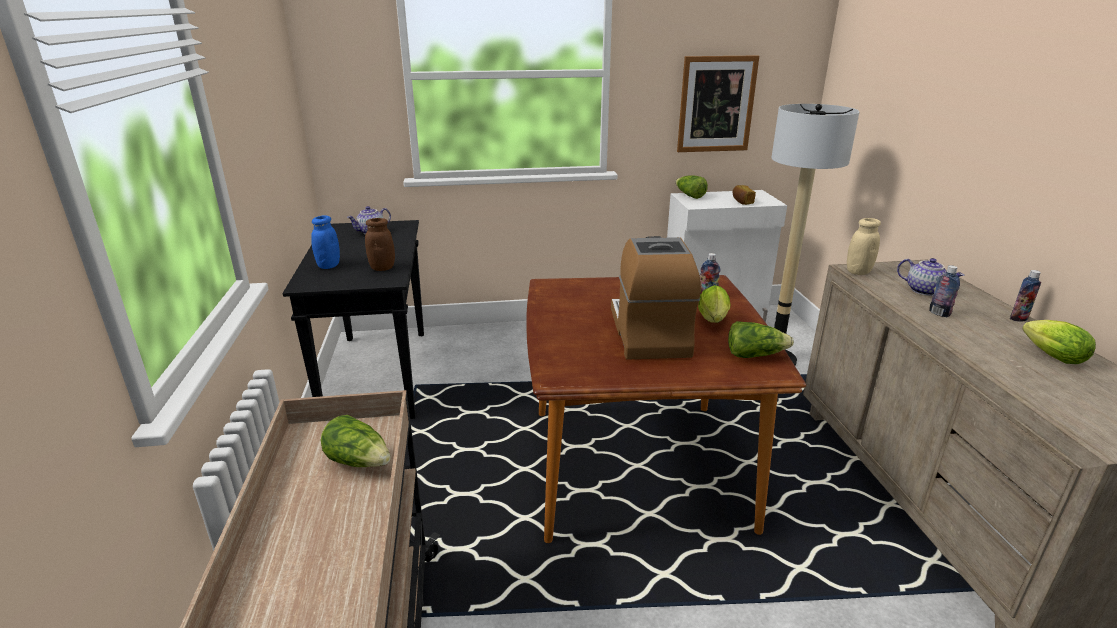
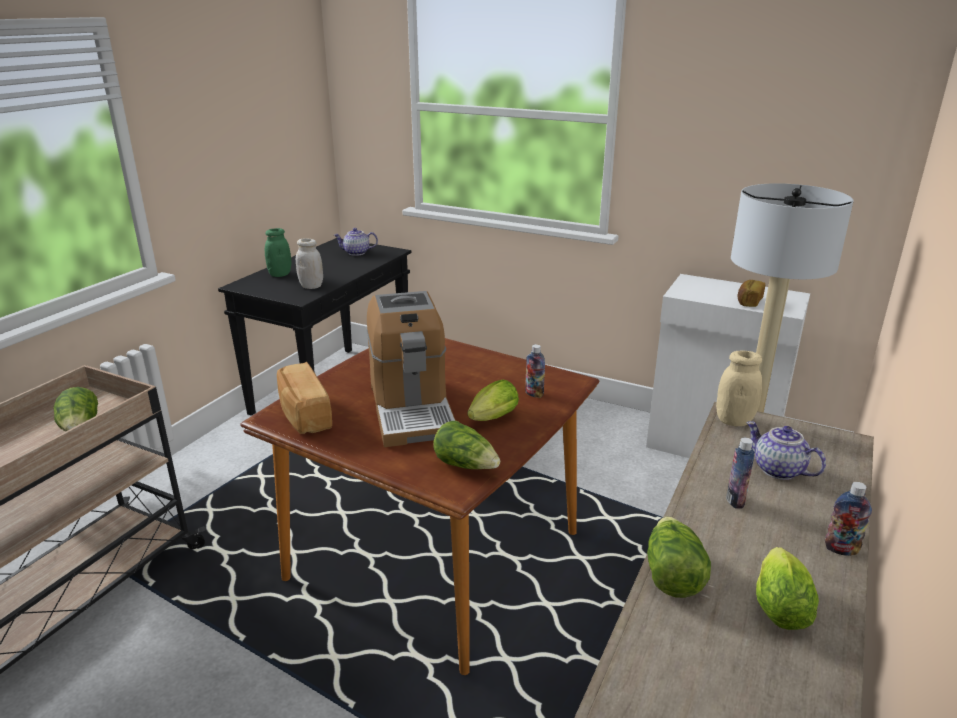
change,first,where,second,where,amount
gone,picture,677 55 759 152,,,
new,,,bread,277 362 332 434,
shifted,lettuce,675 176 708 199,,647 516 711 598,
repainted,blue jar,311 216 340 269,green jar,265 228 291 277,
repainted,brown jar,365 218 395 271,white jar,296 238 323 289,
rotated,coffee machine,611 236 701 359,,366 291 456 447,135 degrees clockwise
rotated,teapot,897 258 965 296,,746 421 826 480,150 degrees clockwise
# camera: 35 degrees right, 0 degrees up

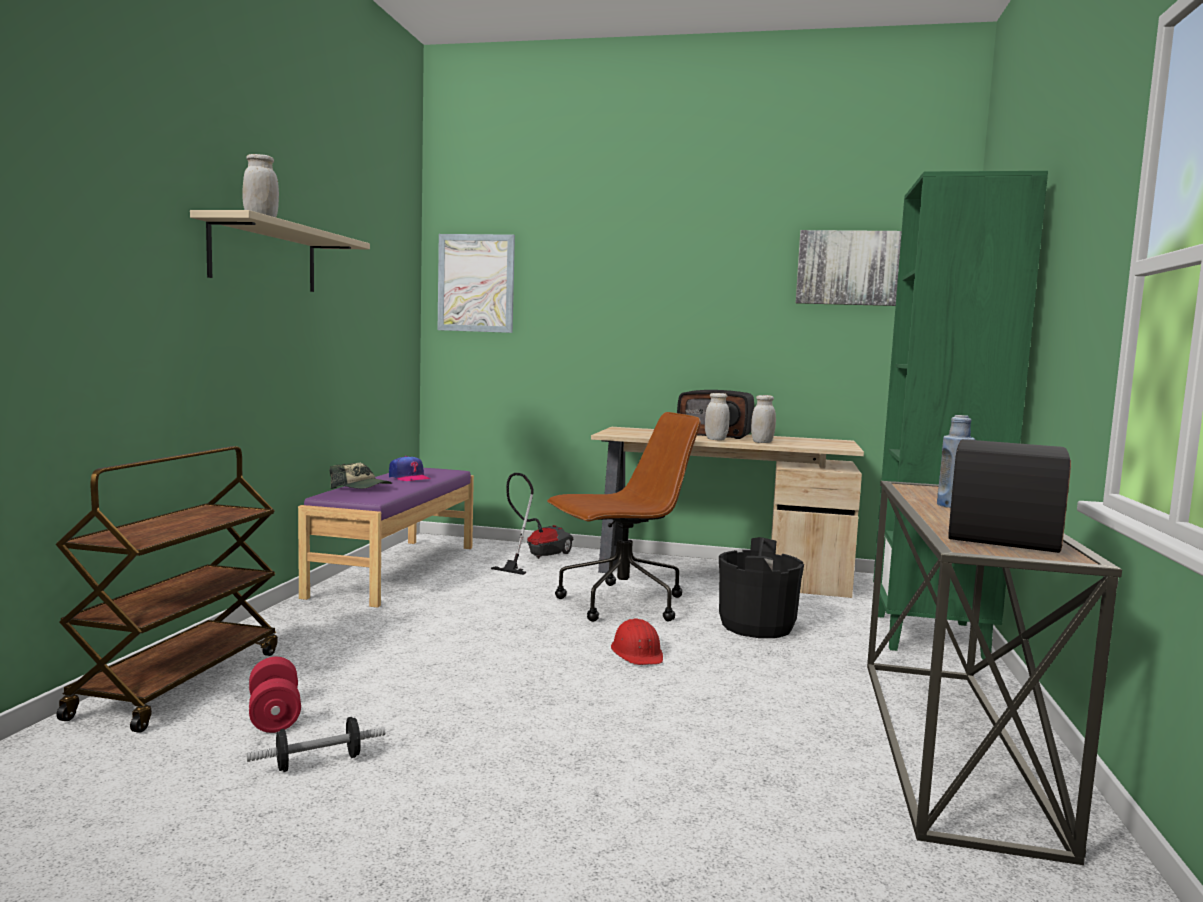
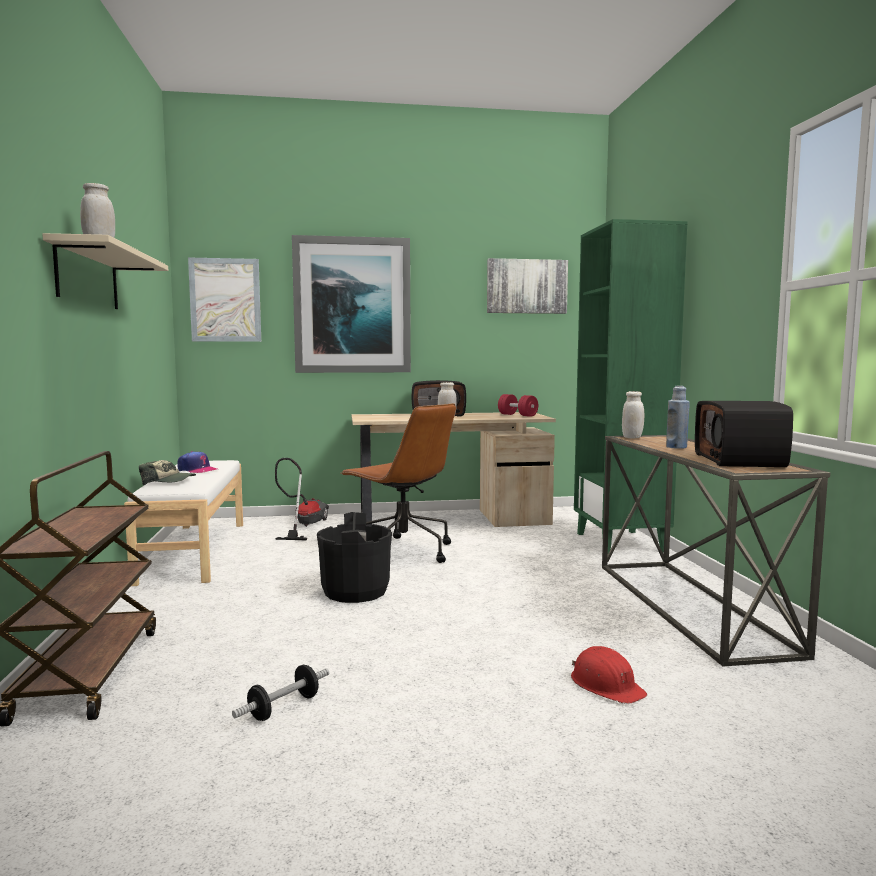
change,first,where,second,where,amount
new,,,picture,292 235 411 373,
shifted,red dumbbell,249 657 301 733,,498 394 538 417,
shifted,red hard hat,611 618 663 665,,571 646 647 704,
shifted,black bucket,719 537 804 638,,317 512 392 603,
shifted,white jar,751 395 776 443,,622 391 644 438,
repainted,purple bench,298 468 474 608,white bench,124 460 243 586,
rotated,brown office chair,547 412 701 622,,340 403 456 563,90 degrees clockwise
# camera: 20 degrees left, 0 degrees up

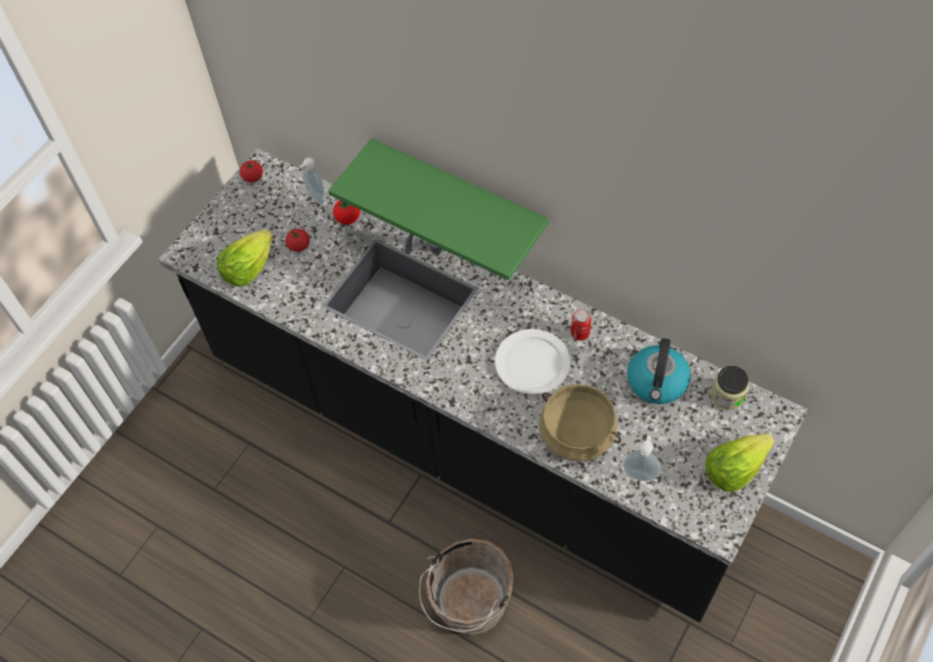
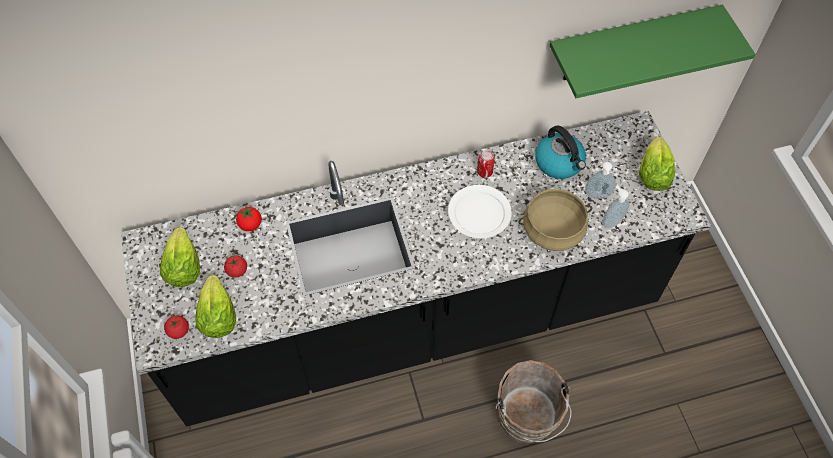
change,first,where,second,where,amount
gone,jar,711 366 749 410,,,
new,,,lettuce,160 227 200 287,
shifted,tomato,240 160 263 183,,164 315 189 339,
shifted,soap dispenser,300 157 326 204,,585 162 616 199,
shifted,green shelf,328 138 549 281,,550 4 755 98,
# camera: 50 degrees left, 0 degrees up

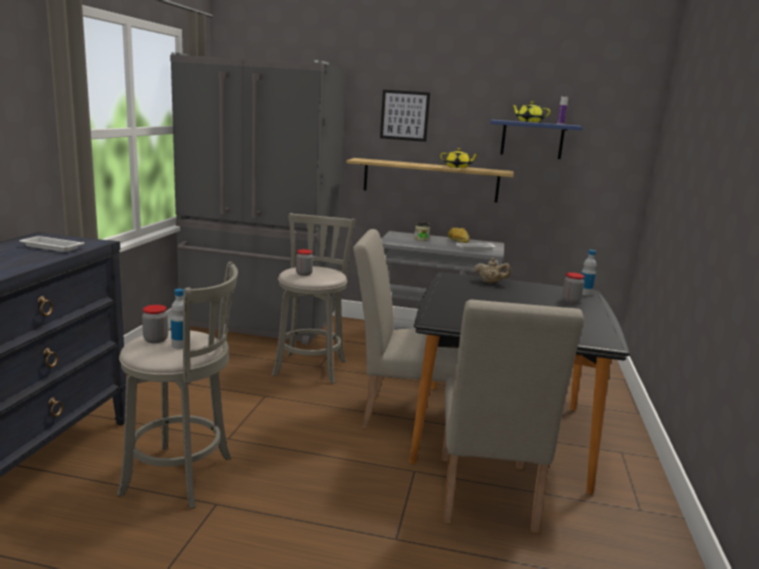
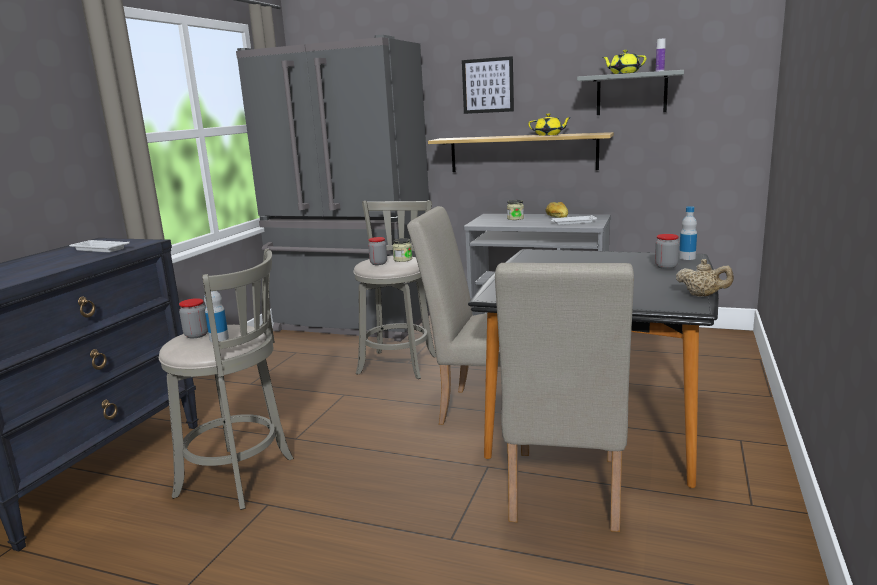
change,first,where,second,where,amount
new,,,jar,392 238 412 262,
shifted,beige teapot,474 258 511 283,,676 259 734 297,
repainted,blue shelf,490 120 583 159,grey shelf,577 70 684 115,
# camera: 10 degrees right, 0 degrees up

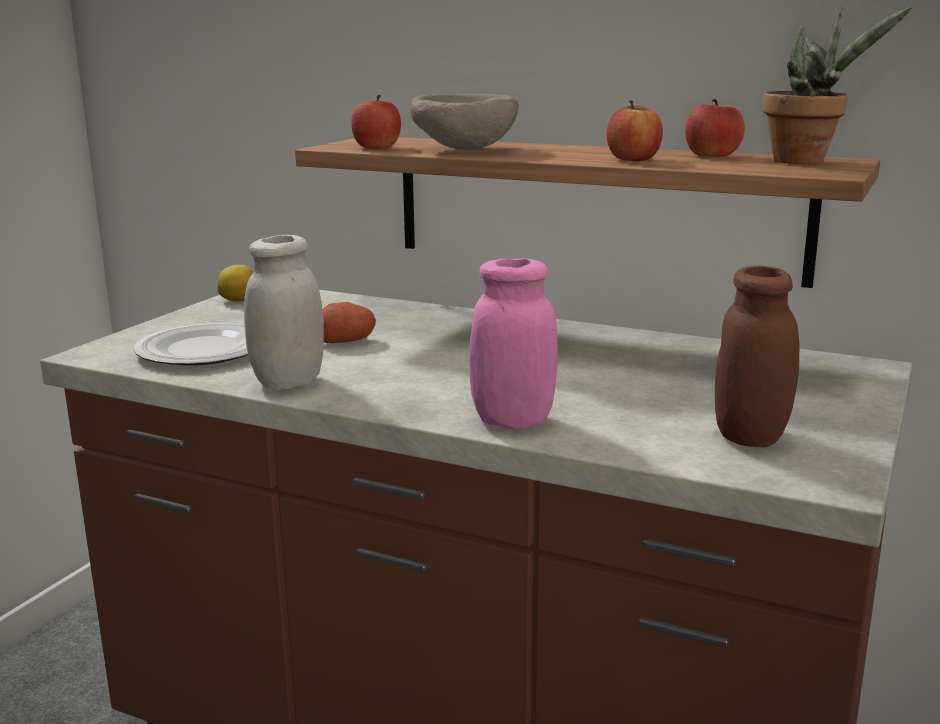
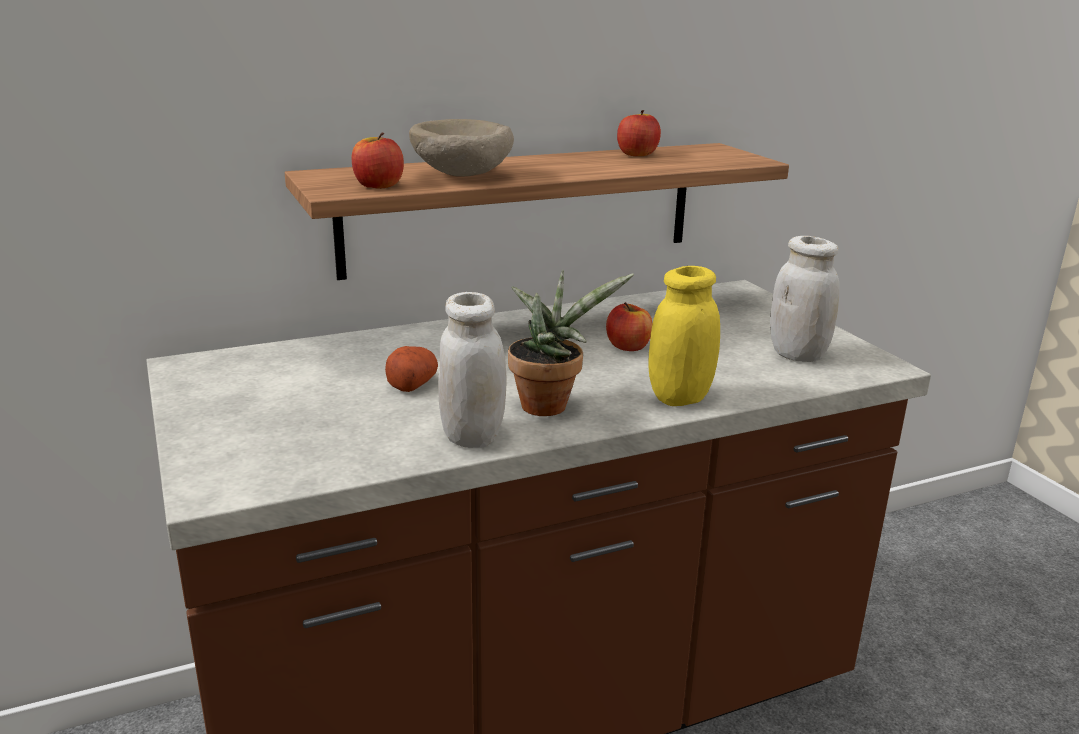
change,first,where,second,where,amount
gone,plate,134 323 248 366,,,
gone,lemon,218 265 254 301,,,
shifted,apple,607 100 663 161,,606 302 653 351,
shifted,potted plant,763 6 913 164,,508 270 634 416,
repainted,pink jar,469 258 558 429,yellow jar,648 266 720 406,
repainted,brown jar,715 265 799 448,white jar,770 236 840 362,
# camera: 50 degrees left, 5 degrees up

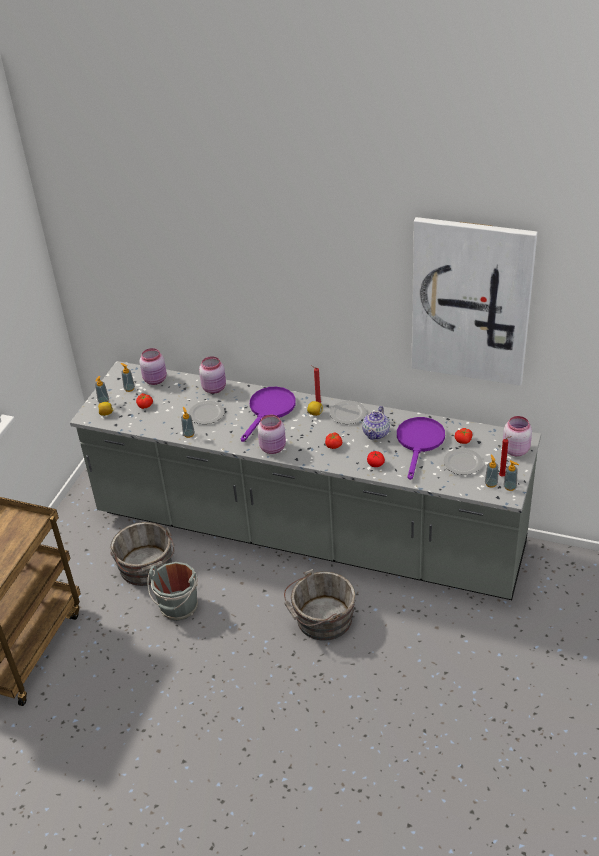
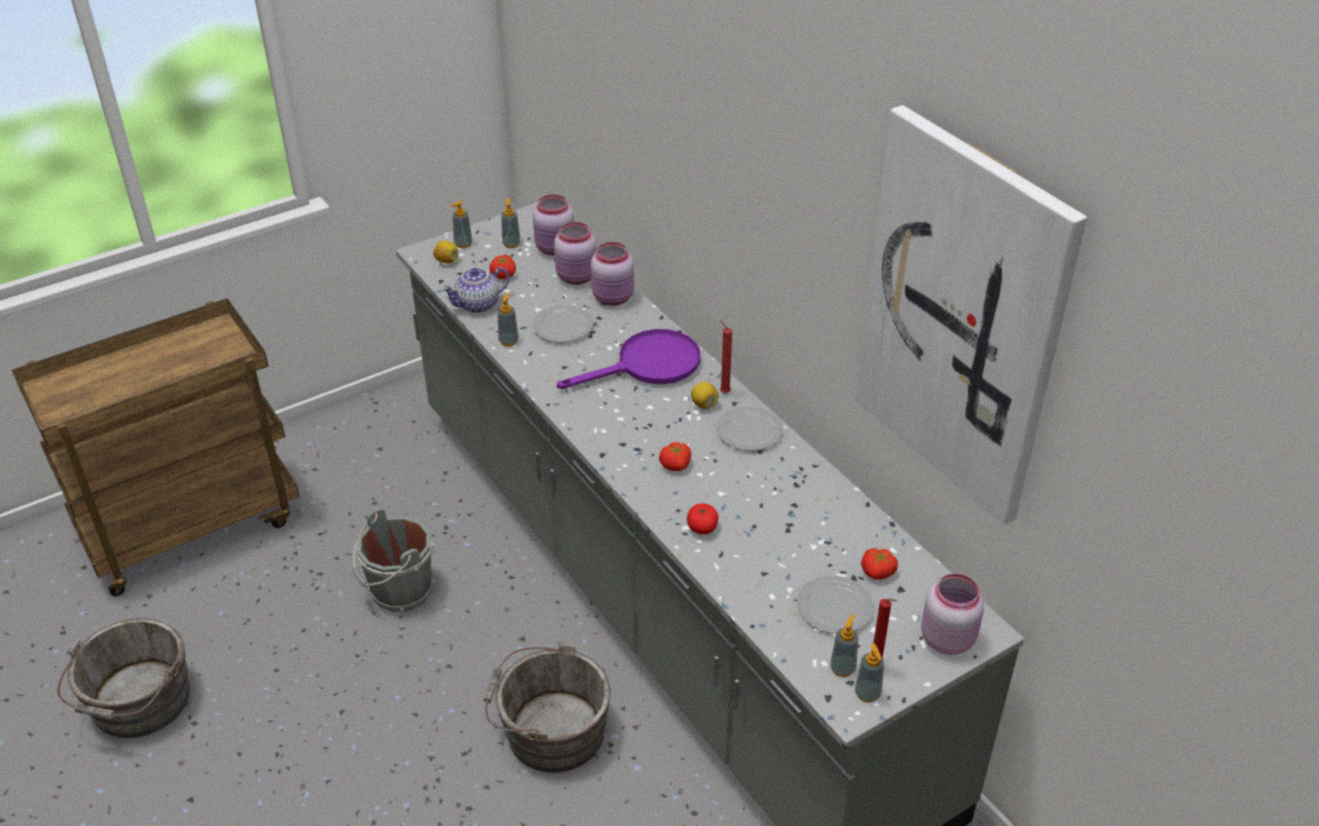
change,first,where,second,where,amount
gone,purple frying pan,397 417 445 480,,,
shifted,grey bucket,110 522 174 586,,57 618 190 738,
shifted,pink jar,257 415 286 454,,554 222 597 285,
shifted,teapot,362 406 390 440,,441 267 510 313,
# camera: 35 degrees right, 0 degrees up

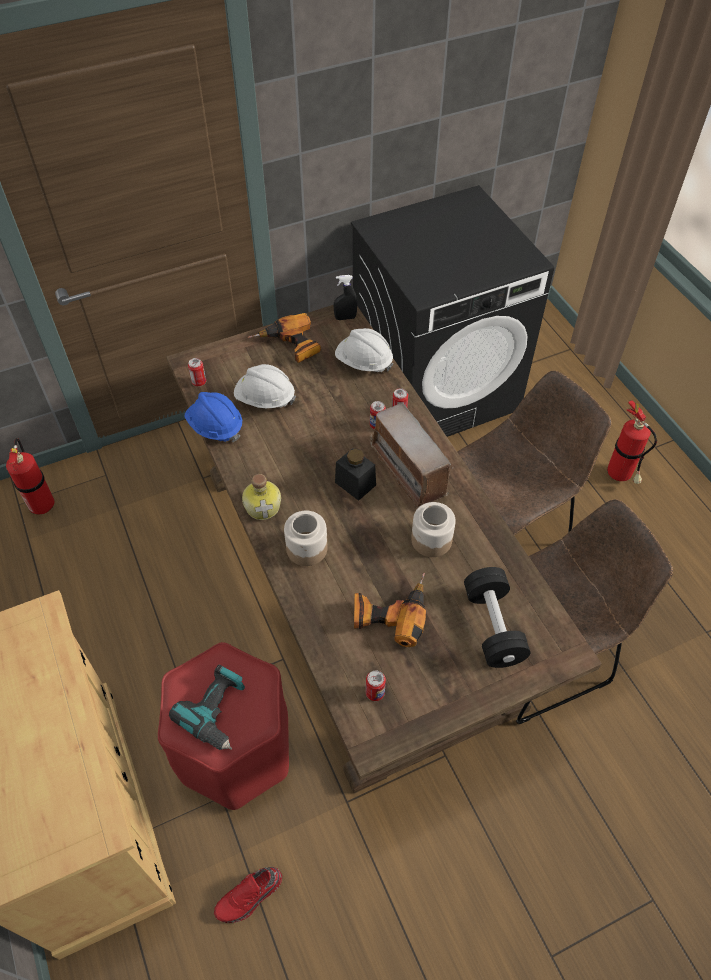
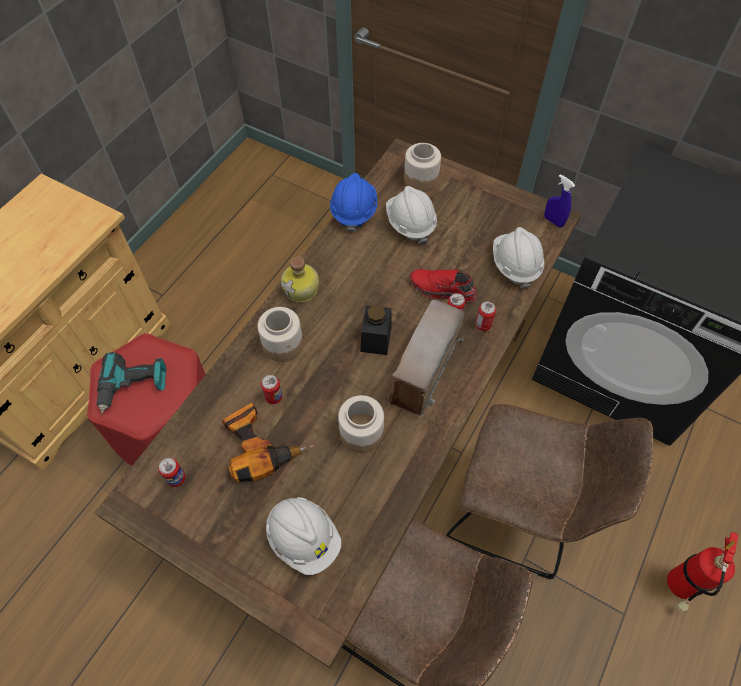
change,first,where,second,where,amount
gone,fire extinguisher,6 438 54 514,,,
gone,power drill,247 313 321 363,,,
new,,,jar,404 143 441 192,
shifted,can,188 358 206 386,,261 375 283 404,
shifted,red shoe,214 867 282 923,,410 269 477 303,
swapped,black dumbbell,464 567 531 668,white hard hat,266 497 341 575,
repainted,black spray bottle,333 275 357 320,blue spray bottle,544 174 575 228,
# camera: 55 degrees right, 5 degrees up

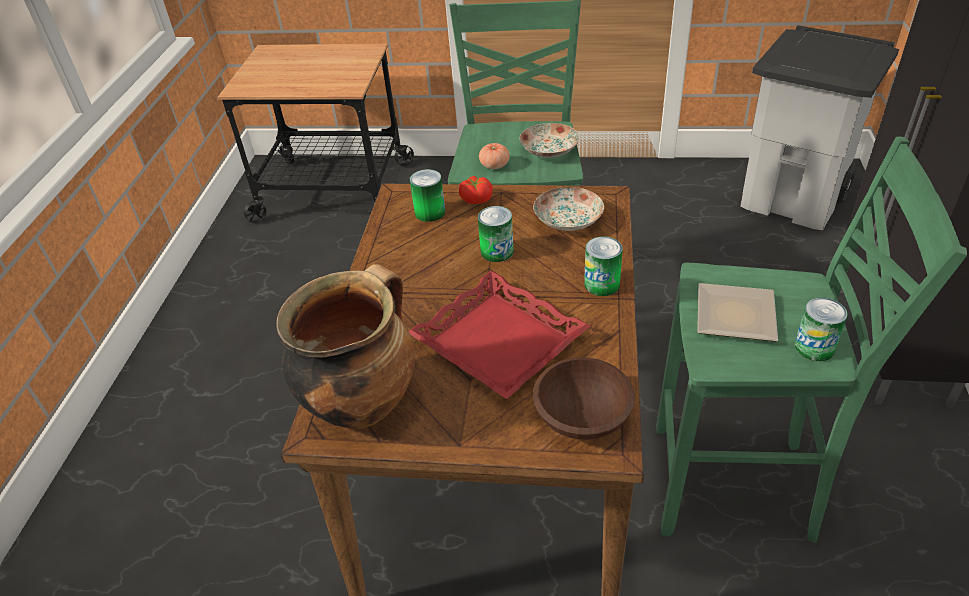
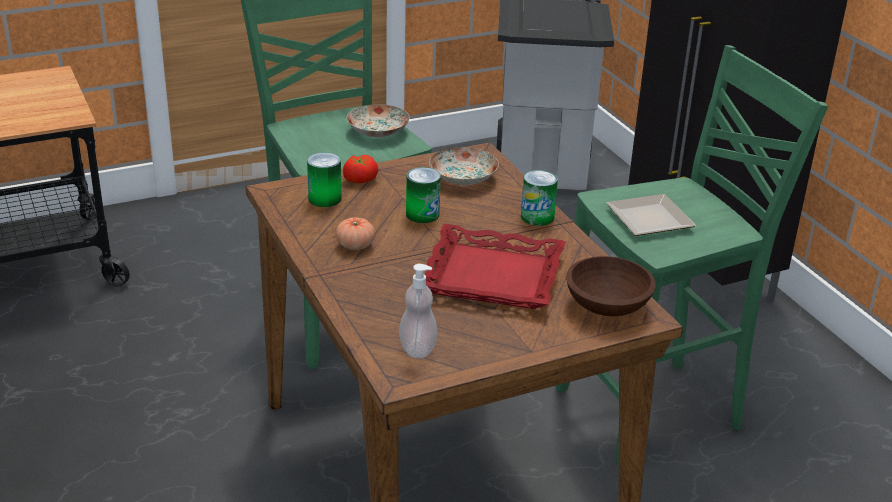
change,first,where,second,where,amount
gone,can,795 298 848 361,,,
shifted,tomato,479 143 510 169,,336 217 375 250,
swapped,cooking pot,276 264 415 429,soap dispenser,399 264 438 358,
# camera: 35 degrees left, 10 degrees down

